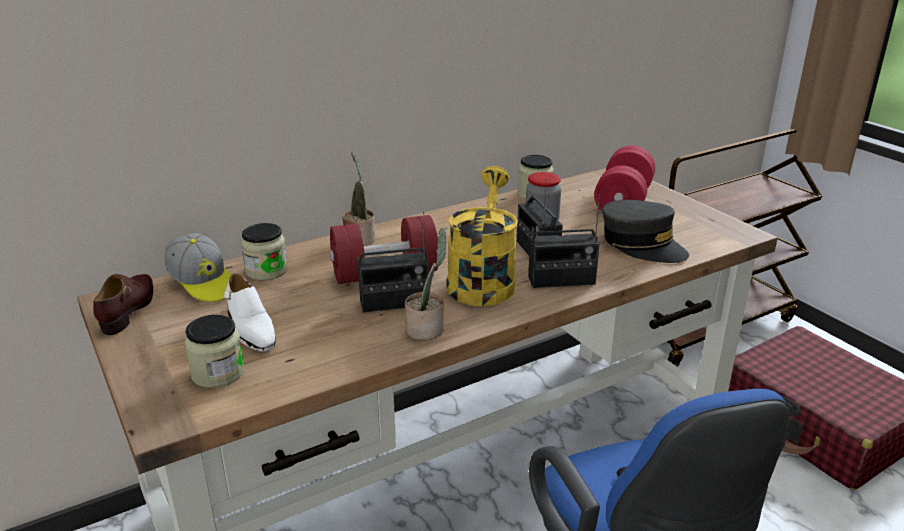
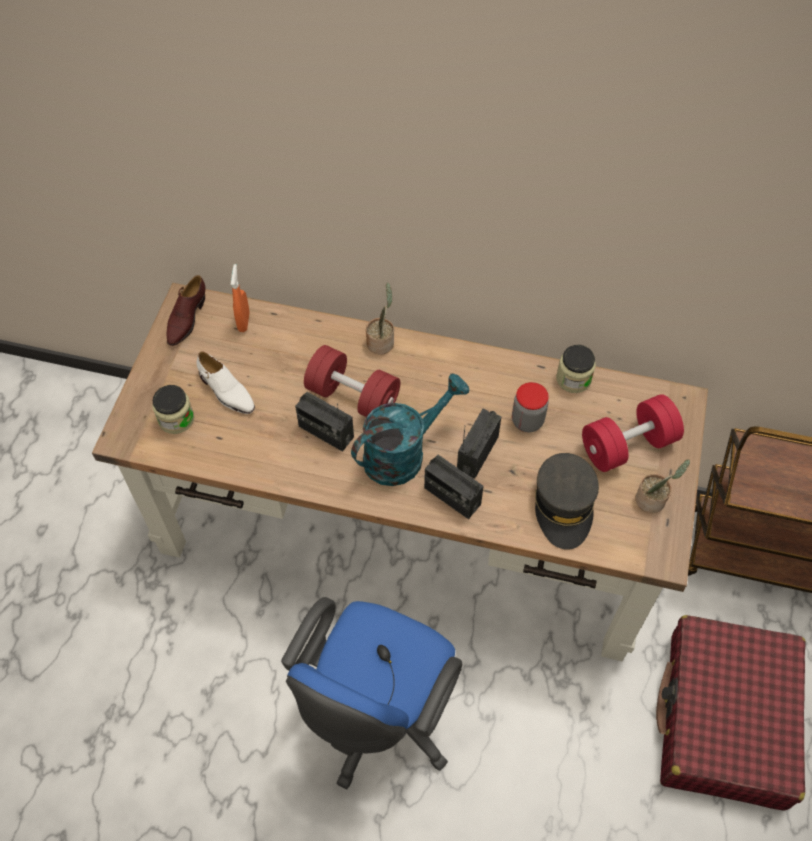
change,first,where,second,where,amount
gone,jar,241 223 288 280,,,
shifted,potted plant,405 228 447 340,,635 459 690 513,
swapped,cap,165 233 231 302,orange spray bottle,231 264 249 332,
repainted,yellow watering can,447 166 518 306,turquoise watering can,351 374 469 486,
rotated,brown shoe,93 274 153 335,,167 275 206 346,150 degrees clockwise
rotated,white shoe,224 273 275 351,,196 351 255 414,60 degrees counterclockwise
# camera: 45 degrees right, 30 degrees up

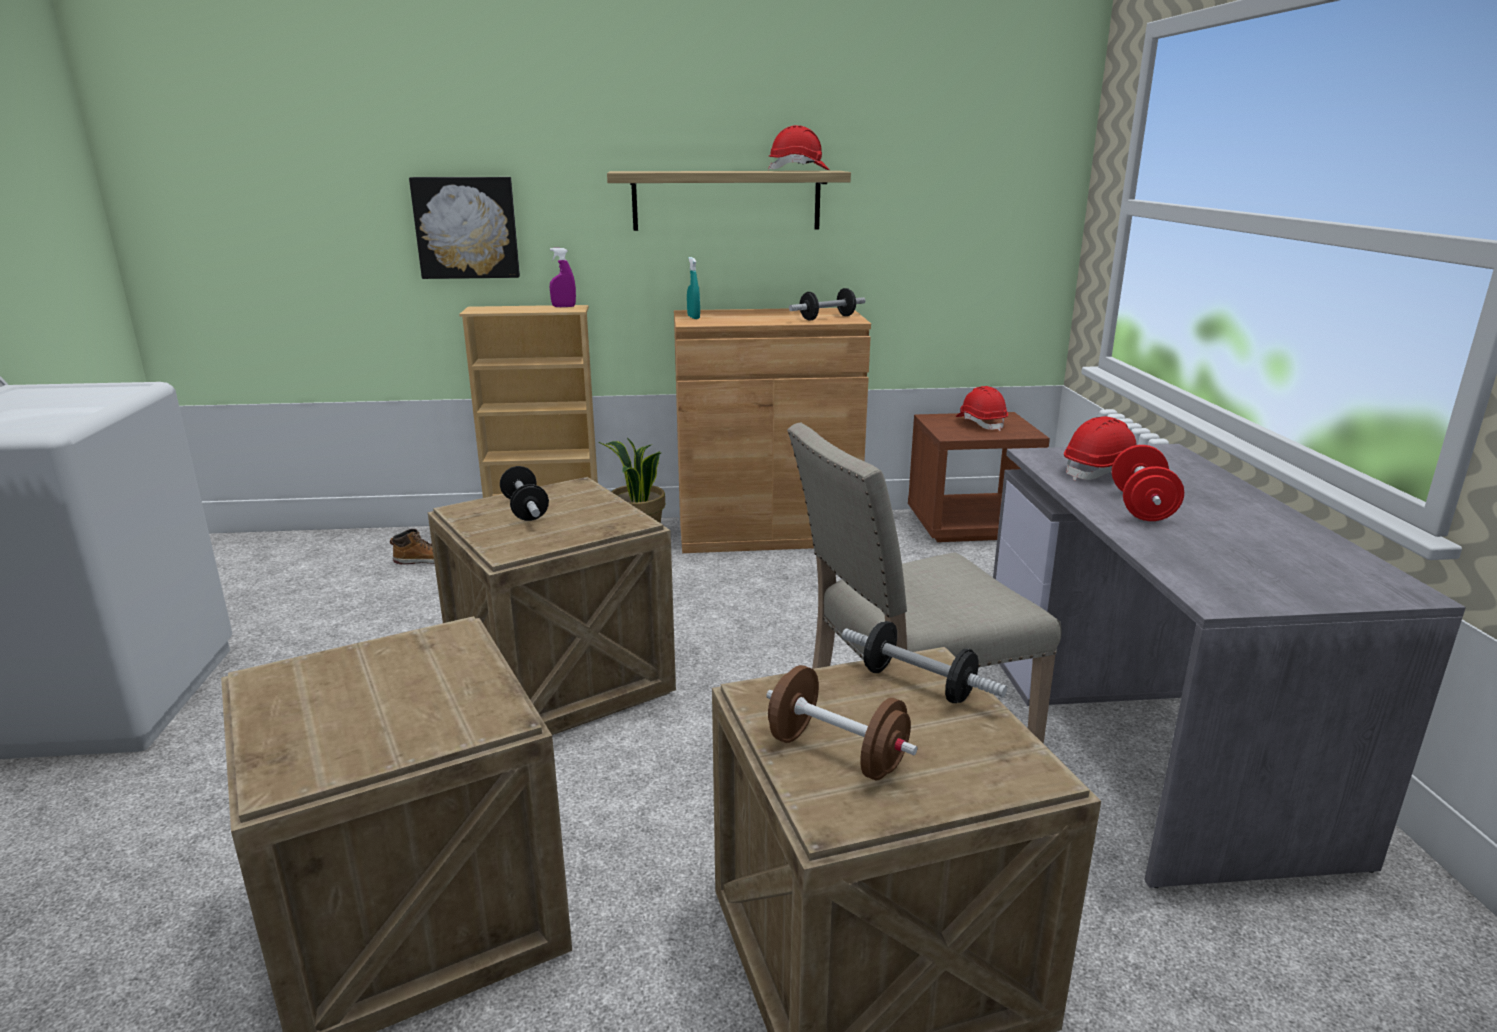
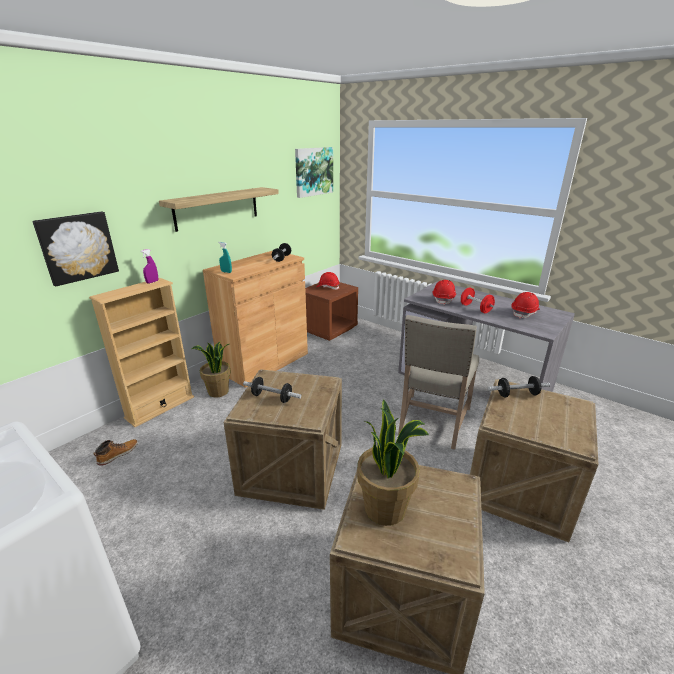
change,first,where,second,where,amount
gone,brown dumbbell,766 665 918 780,,,
new,,,picture,295 147 333 198,
new,,,potted plant,357 399 429 526,
shifted,red hard hat,768 125 829 170,,511 292 540 319,
# camera: 45 degrees left, 5 degrees up

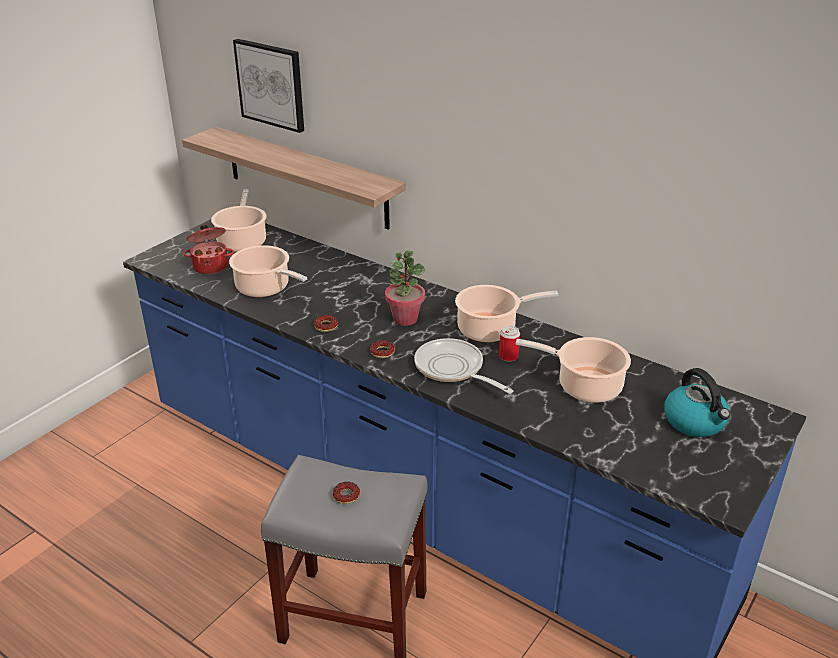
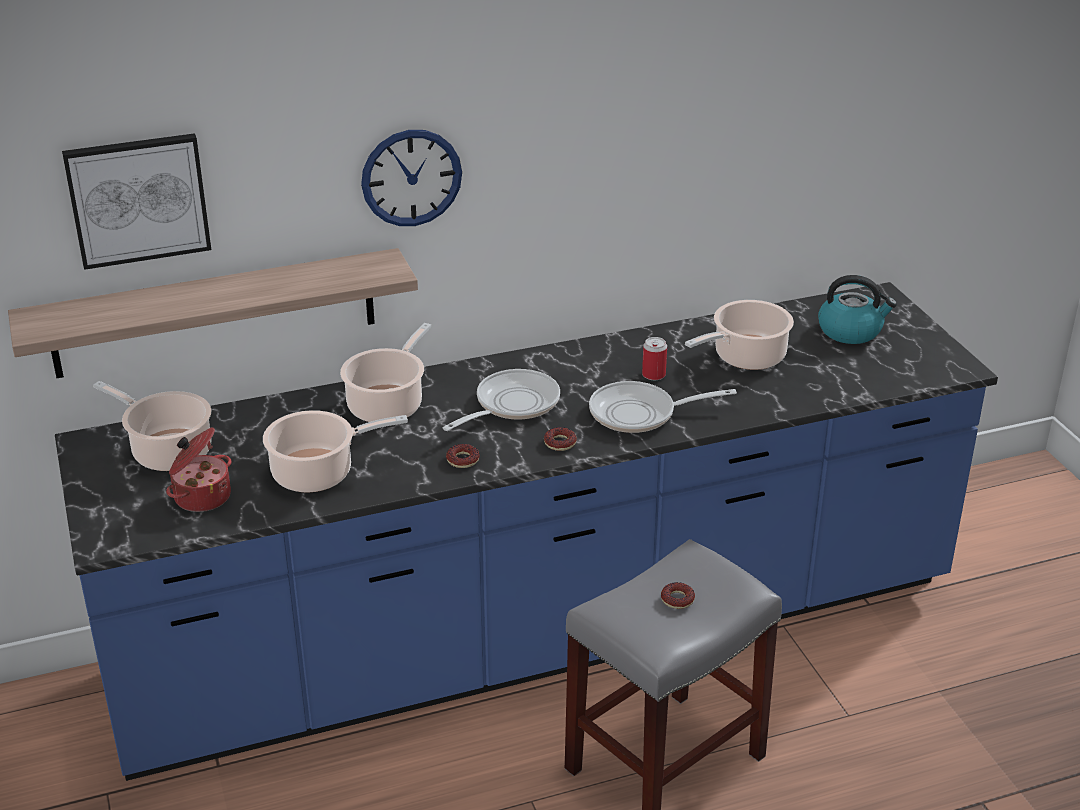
change,first,where,second,where,amount
new,,,wall clock,361 130 462 226,
shifted,cooking pot,455 285 558 342,,340 323 431 422,
swapped,potted plant,385 250 425 326,frying pan,442 369 560 431,
# camera: 55 degrees left, 0 degrees up

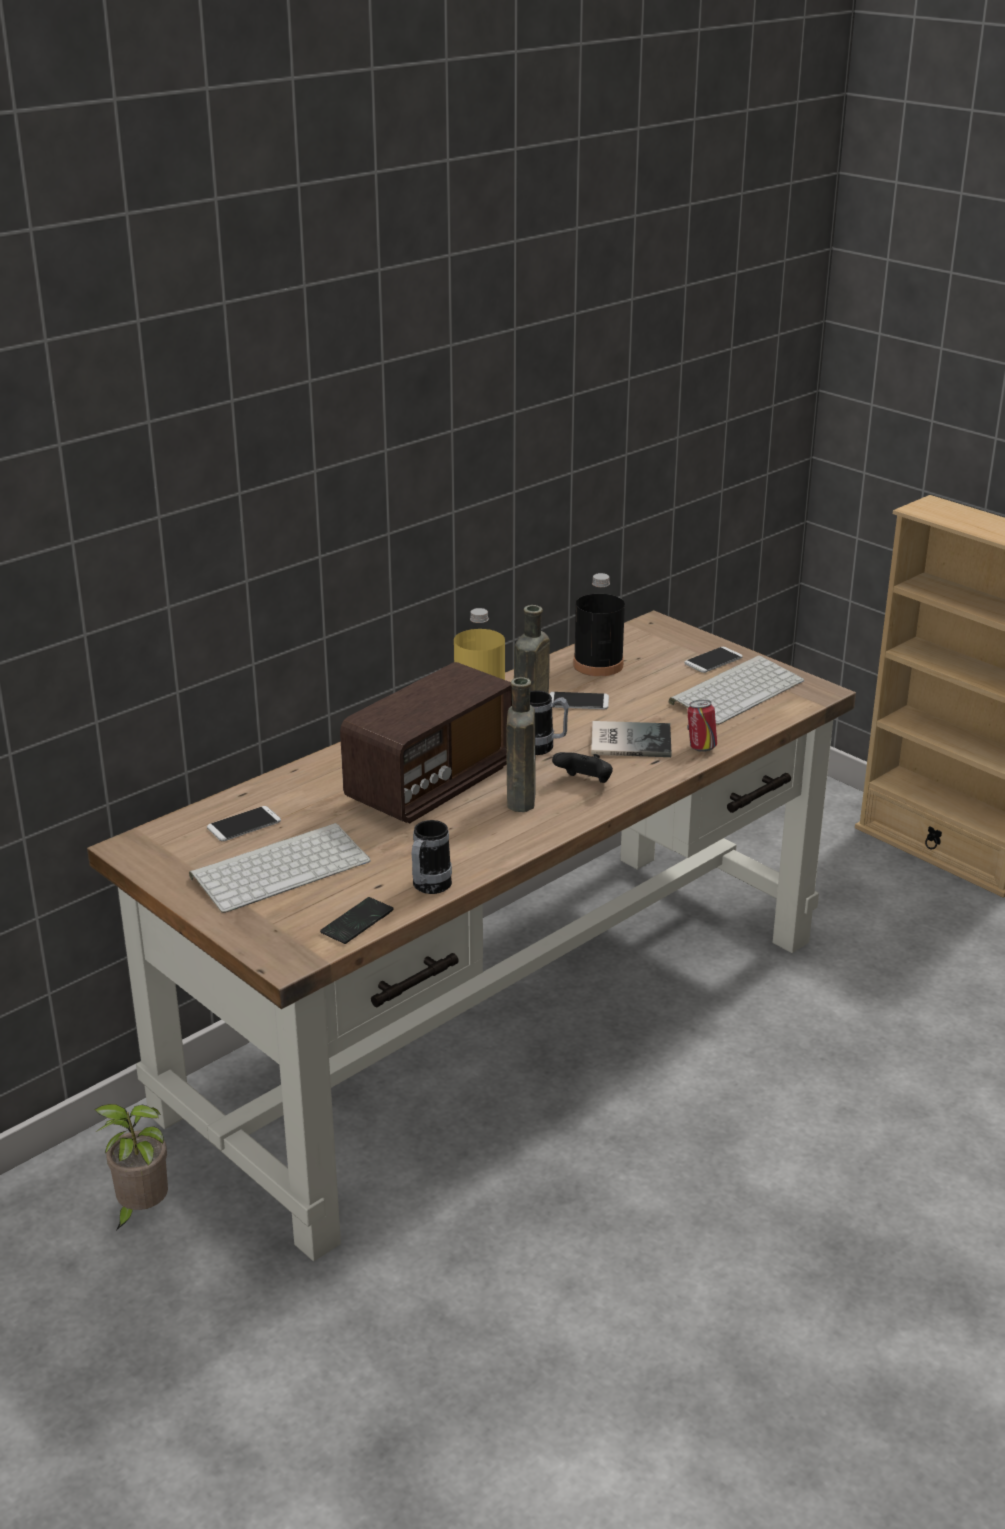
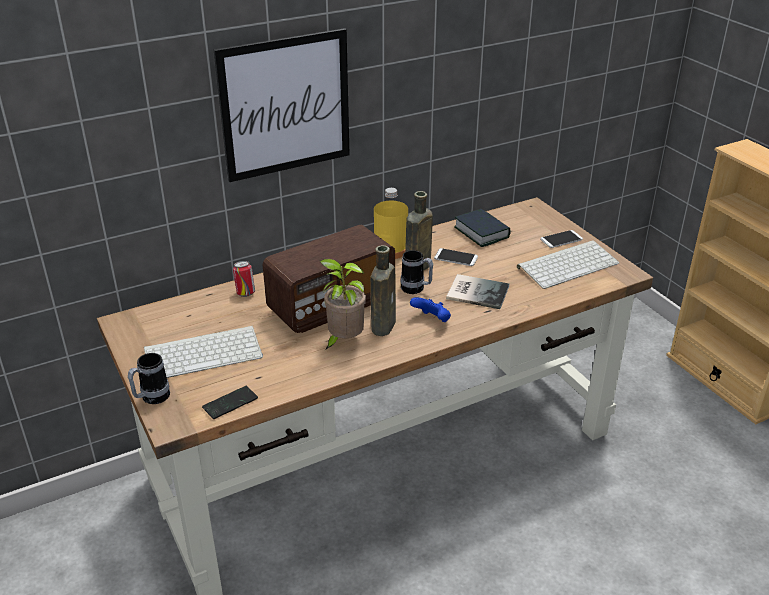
change,first,where,second,where,amount
gone,phone,207 806 281 841,,,
new,,,picture,214 28 350 182,
shifted,potted plant,94 1104 168 1231,,320 259 366 350,
shifted,mug,411 820 452 894,,128 353 170 404,
shifted,can,687 700 717 752,,233 261 255 297,
swapped,black bottle,573 573 625 676,book,454 209 511 247,
repainted,black game controller,552 752 613 783,blue game controller,410 297 451 322,
# camera: 15 degrees right, 5 degrees up

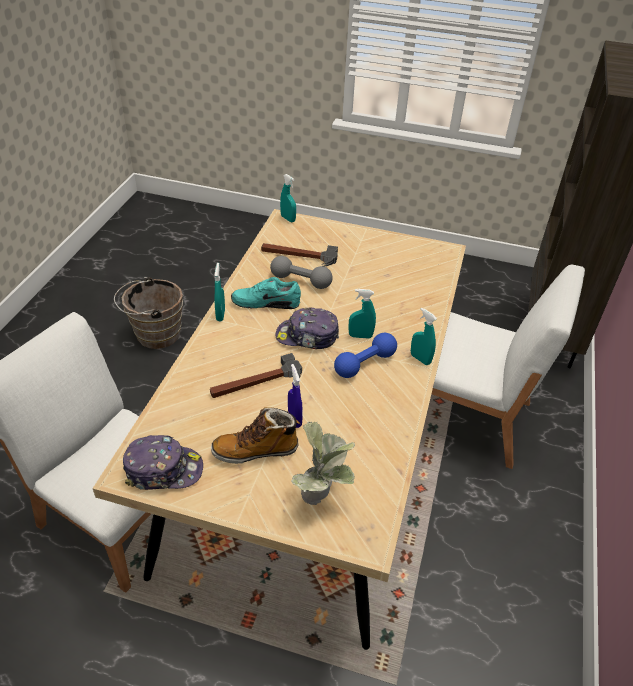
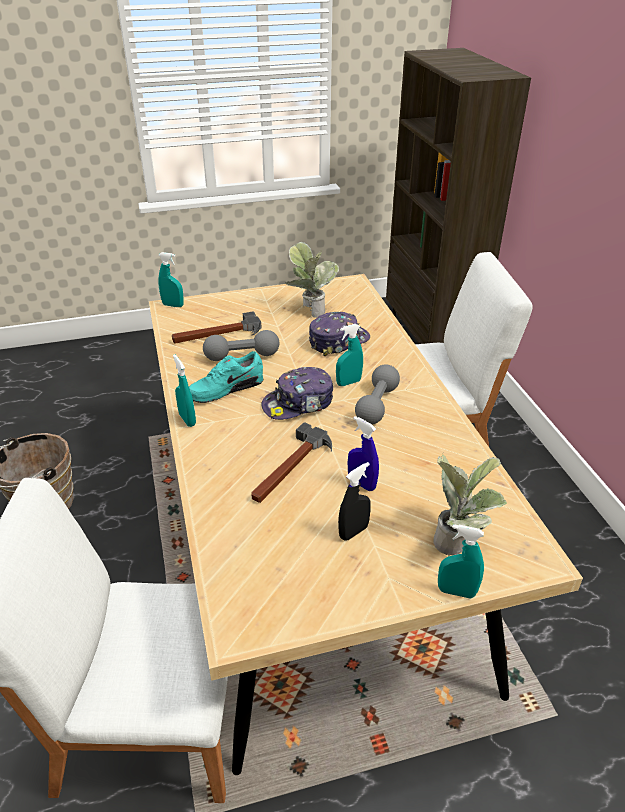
change,first,where,second,where,amount
new,,,potted plant,285 242 339 318,
shifted,cap,123 435 203 490,,309 312 370 356,
shifted,turquoise spray bottle,411 308 437 365,,438 524 484 599,
swapped,boot,211 407 300 464,black spray bottle,338 462 371 540,
repainted,blue dumbbell,334 333 397 378,grey dumbbell,355 364 400 424,
# camera: 30 degrees left, 5 degrees down

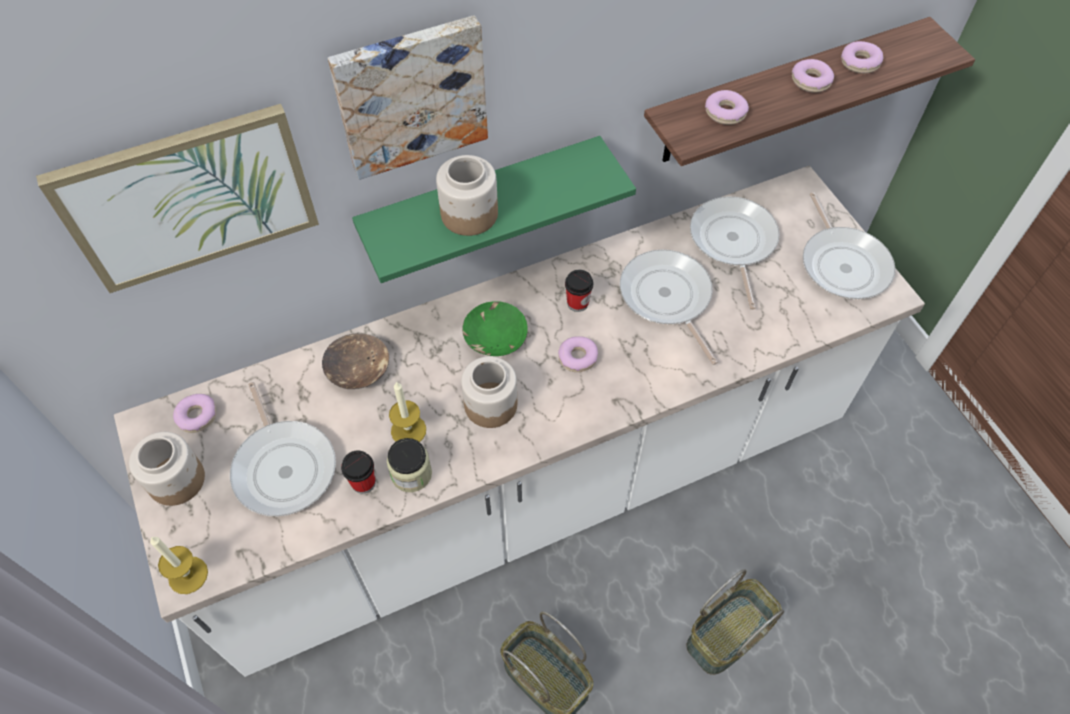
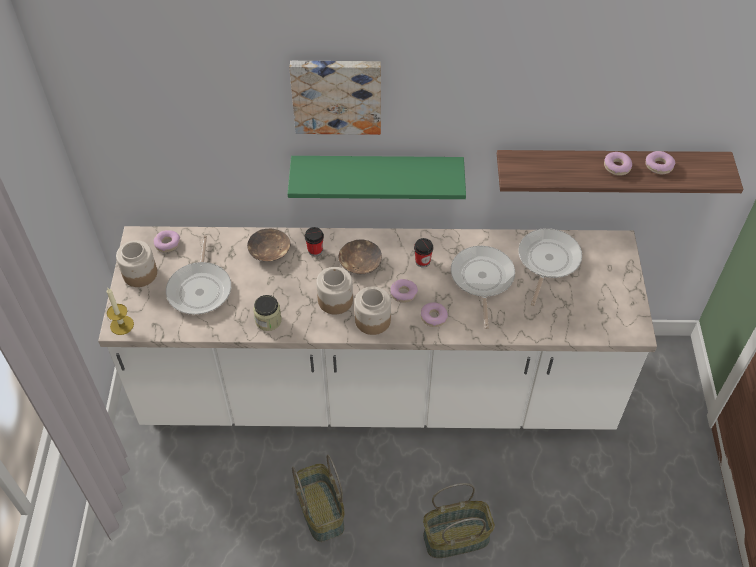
change,first,where,second,where,amount
gone,picture,36 104 319 293,,,
gone,candle,389 381 426 442,,,
gone,frying pan,803 192 895 299,,,
shifted,cup,341 450 376 494,,305 227 324 256,
shifted,jar,436 155 498 236,,354 286 391 335,
shifted,donut,705 90 749 125,,421 302 448 327,
repainted,green bowl,462 301 528 356,brown bowl,339 239 382 274,
# camera: 25 degrees right, 5 degrees down

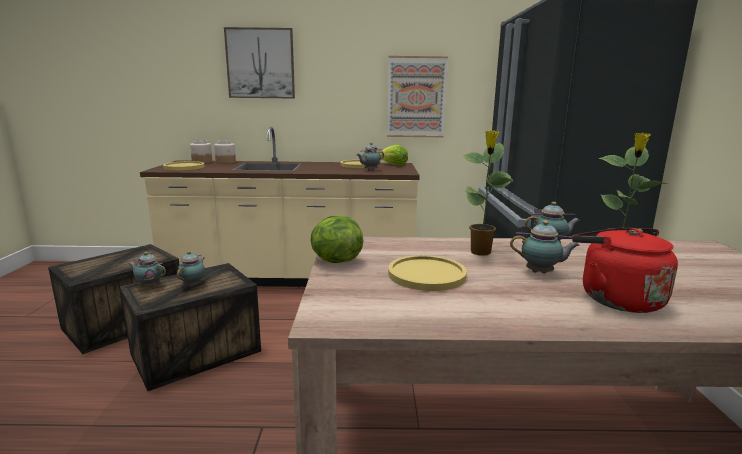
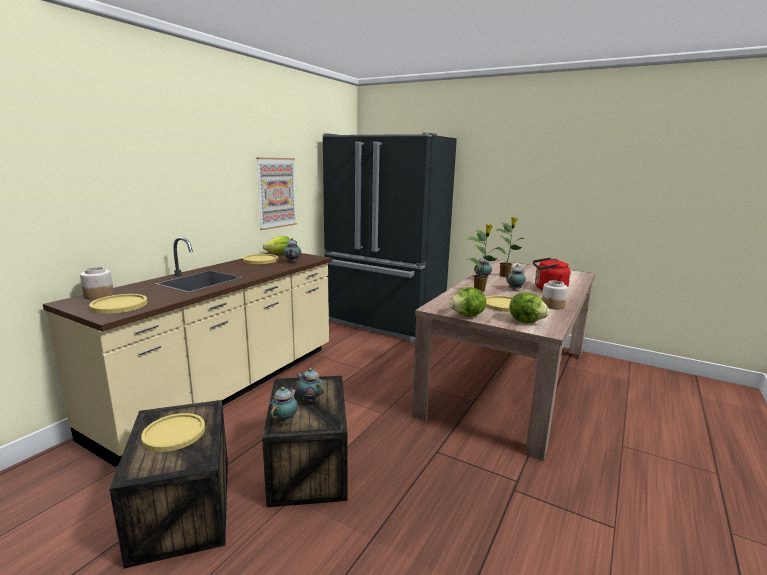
change,first,where,second,where,amount
gone,picture,224 27 295 98,,,
new,,,yellow plate,141 413 205 452,
new,,,lettuce,510 292 550 323,
shifted,jar,214 141 236 164,,542 280 568 309,
rotated,teapot,129 252 166 288,,269 387 298 424,150 degrees clockwise
# camera: 60 degrees left, 0 degrees up

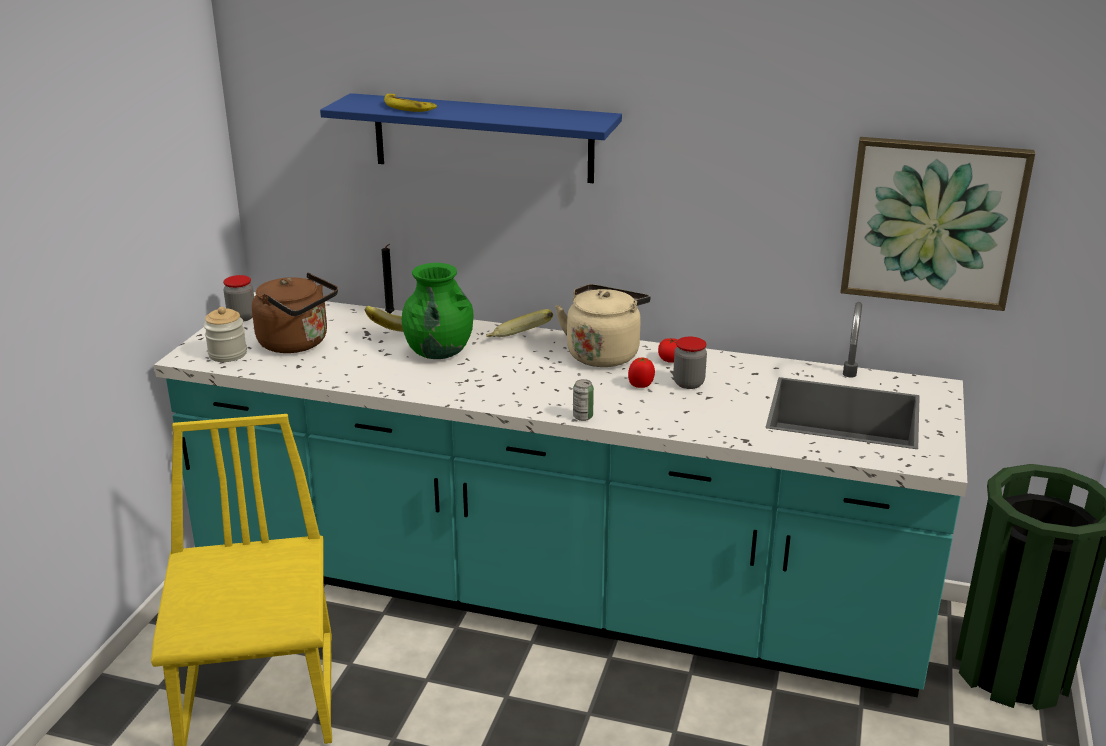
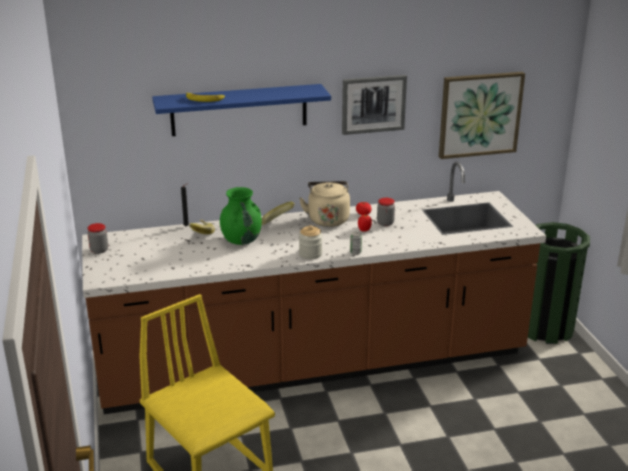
change,first,where,second,where,amount
gone,brown kettle,252 273 338 353,,,
new,,,picture,342 75 407 135,
shifted,jar,203 307 247 362,,299 225 323 259,
repainted,turquoise counter,154 292 967 697,brown counter,82 162 546 414,
# camera: 30 degrees left, 0 degrees up

